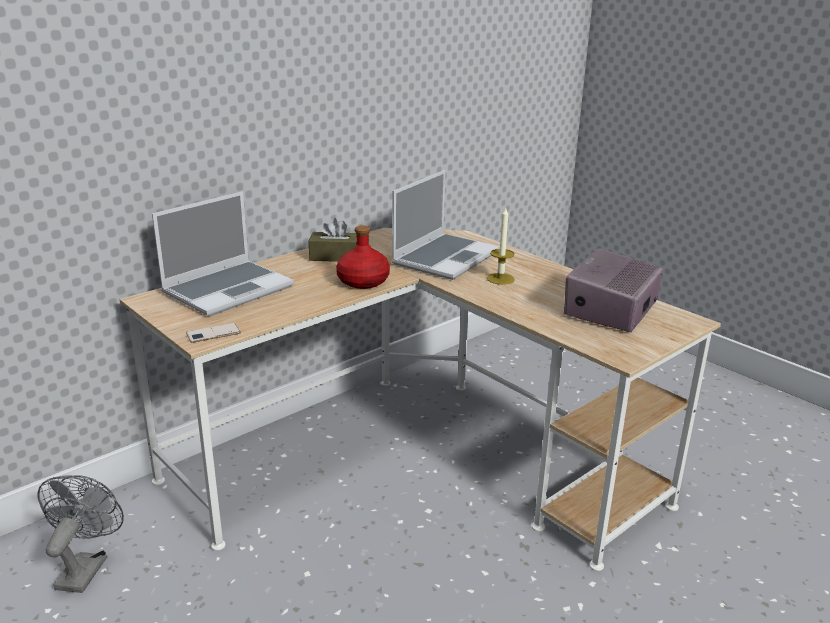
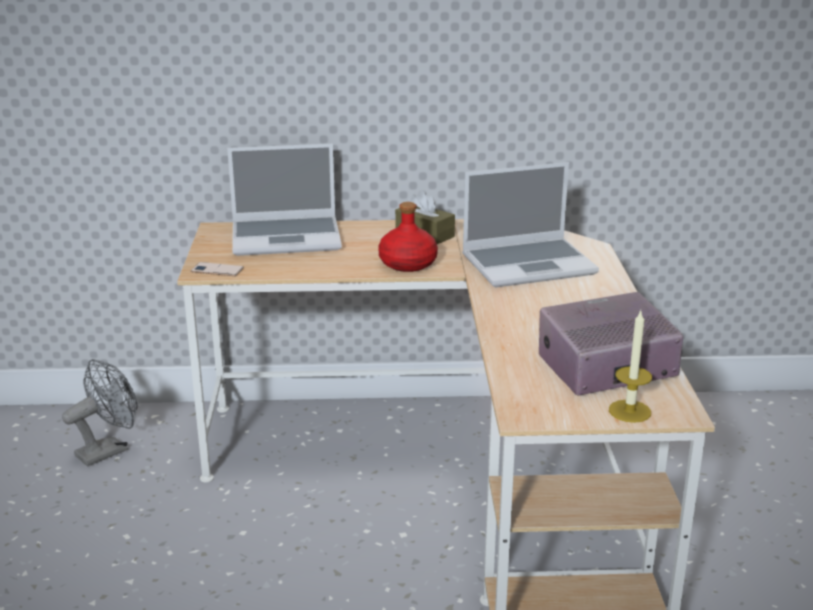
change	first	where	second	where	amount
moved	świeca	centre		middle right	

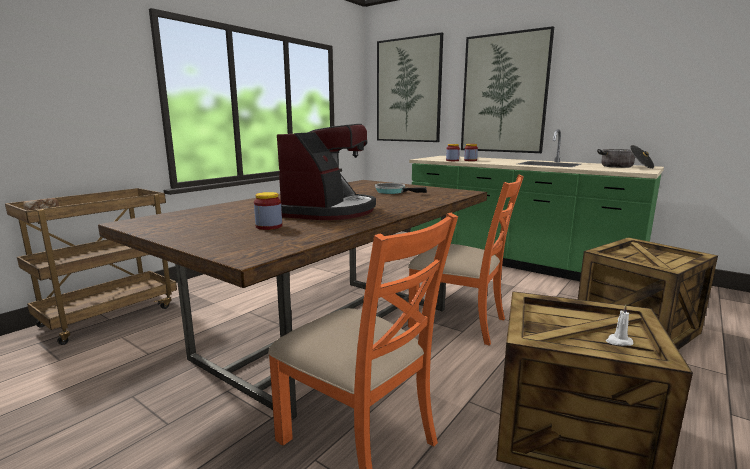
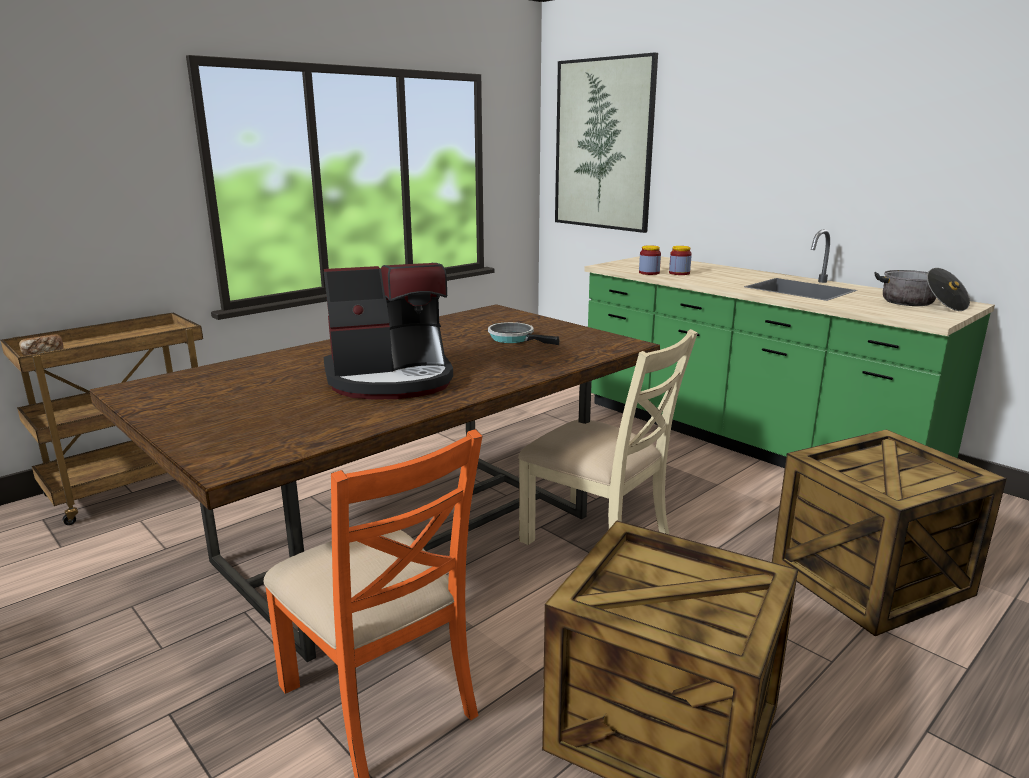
change	first	where	second	where	amount
removed	słoik (1st from left)	centre			
removed	obraz (2nd from left)	top right			
removed	świeca (biały)	bottom right			
recoloured	krzesło (pomarańczowy) (2nd from left)	centre	krzesło (beżowy)	centre	
turned	ekspres do kawy	centre		centre	45 degrees clockwise

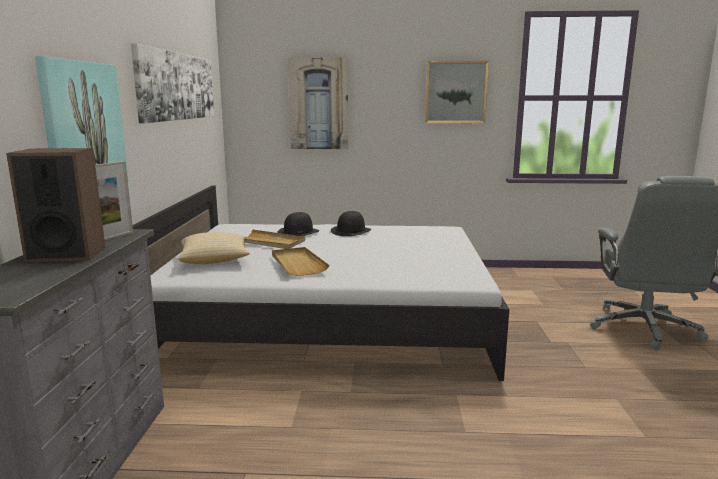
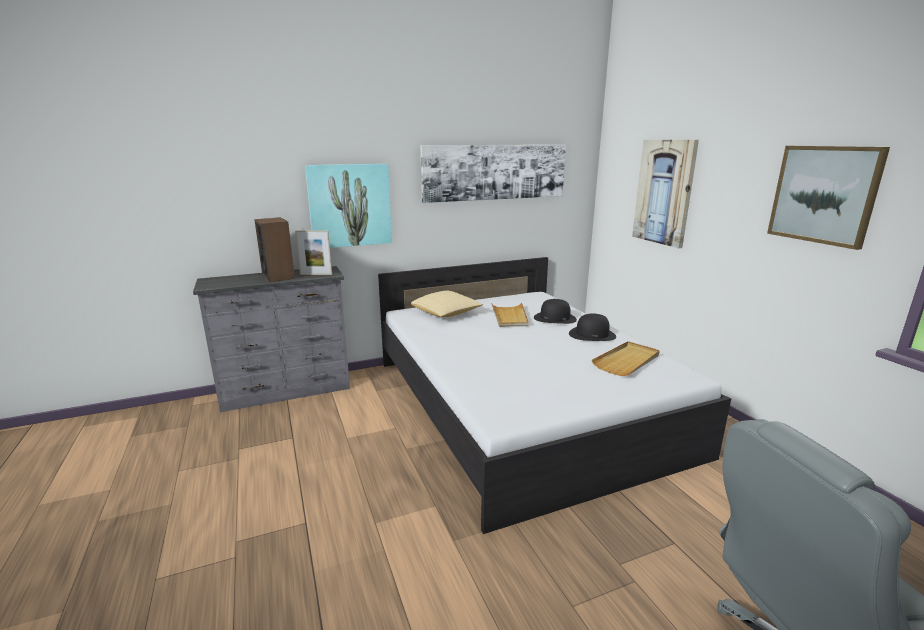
change	first	where	second	where	amount
moved	taca (beżowy) (2nd from left)	centre		middle right	

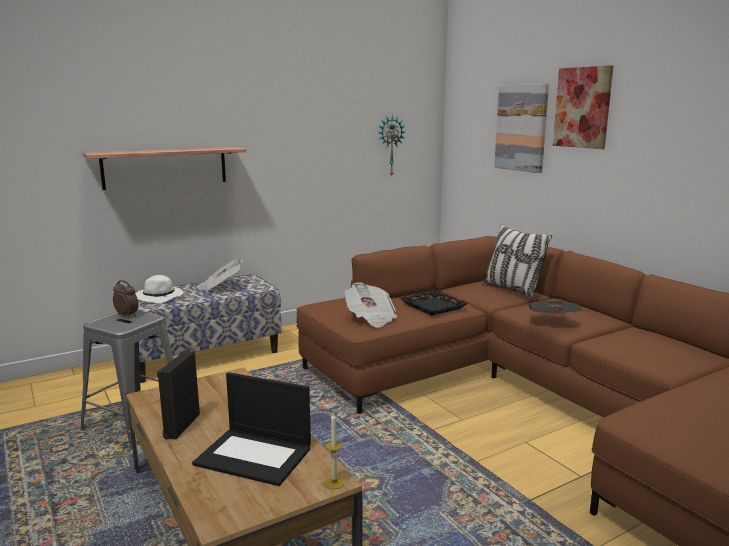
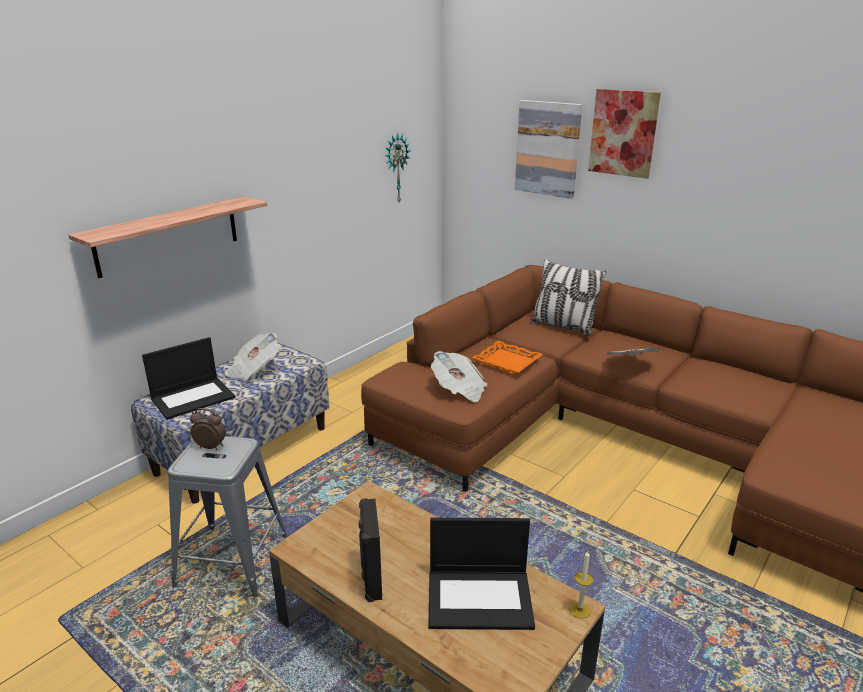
change	first	where	second	where	amount
replaced	kapelusz (biały)	middle left	laptop (1st from left)	middle left	
recoloured	taca (czarny)	centre	taca (pomarańczowy)	centre	

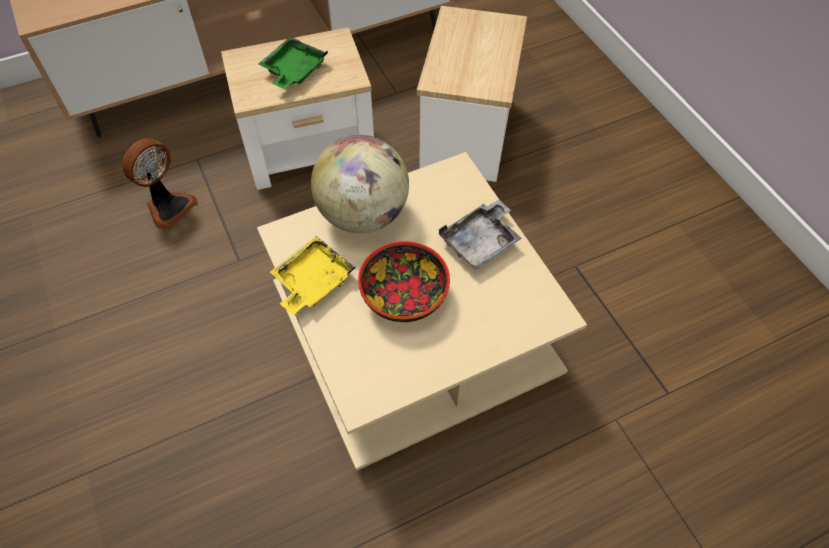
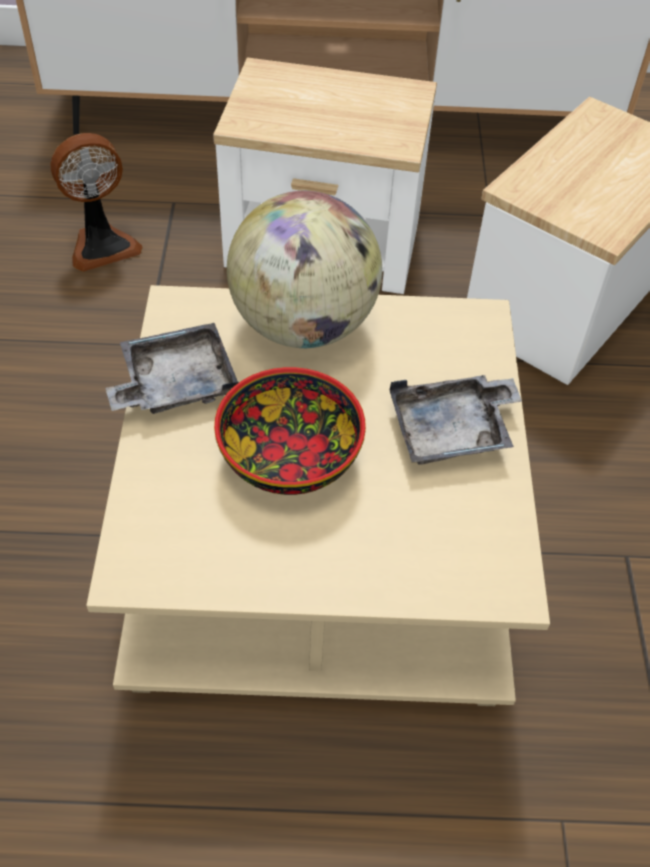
change	first	where	second	where	amount
removed	taca (zielony)	top centre			
recoloured	taca (żółty)	centre	taca (szary) (1st from left)	middle left	

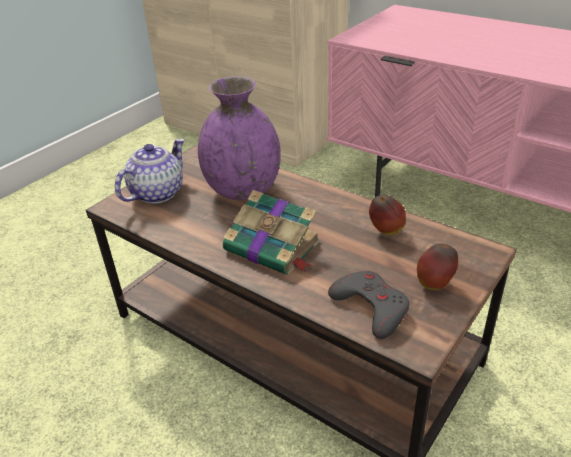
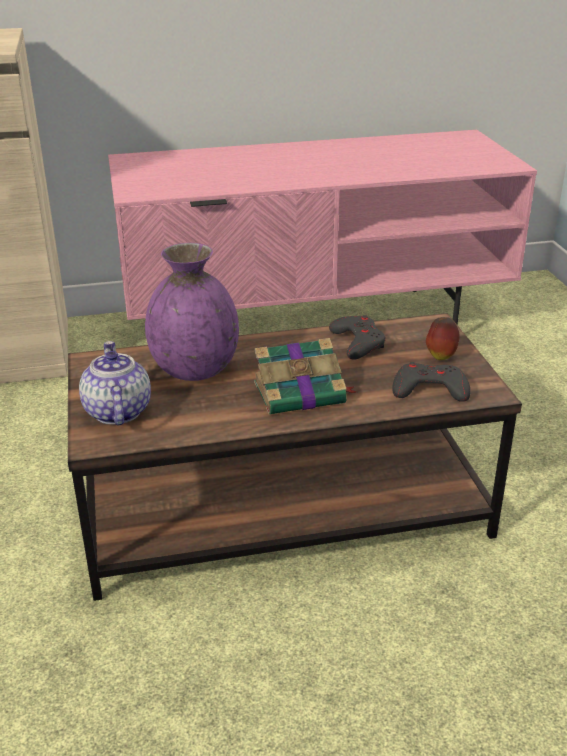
change	first	where	second	where	amount
replaced	jabłko (1st from left)	middle right	pad do gier (szary) (1st from left)	centre	

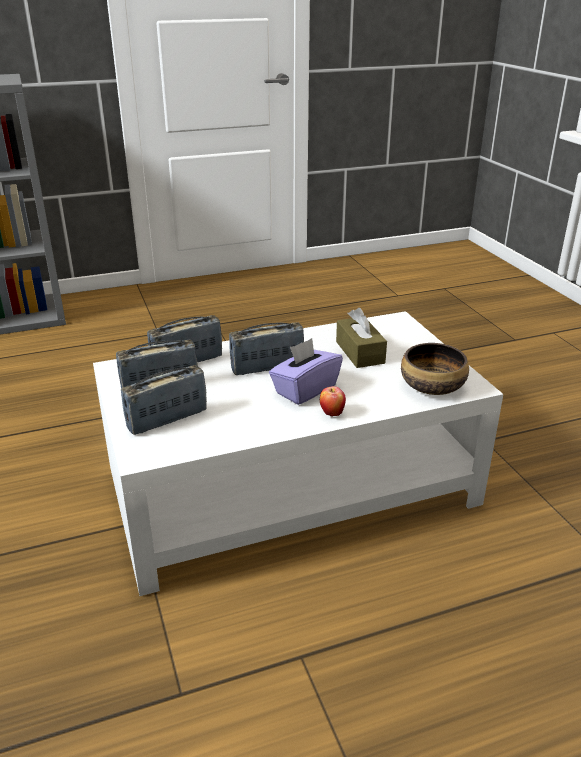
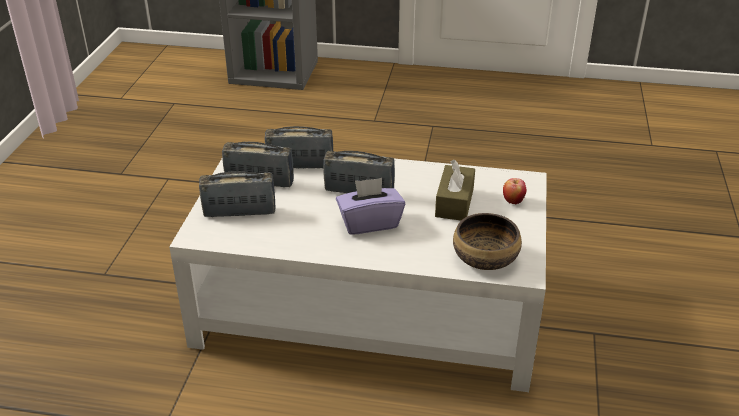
change	first	where	second	where	amount
moved	jabłko	centre		middle right	

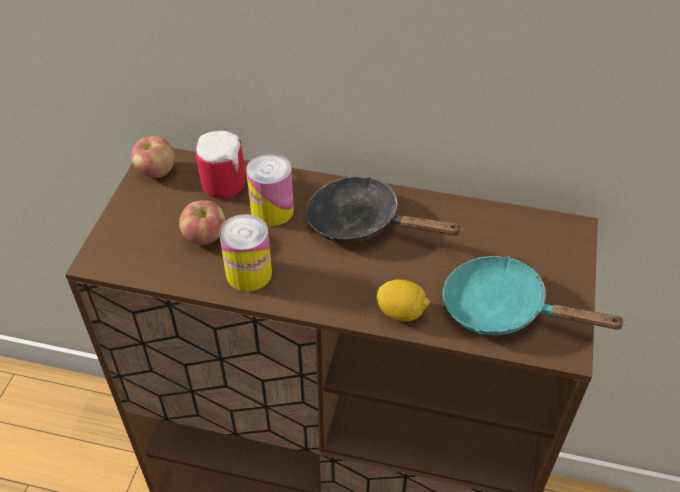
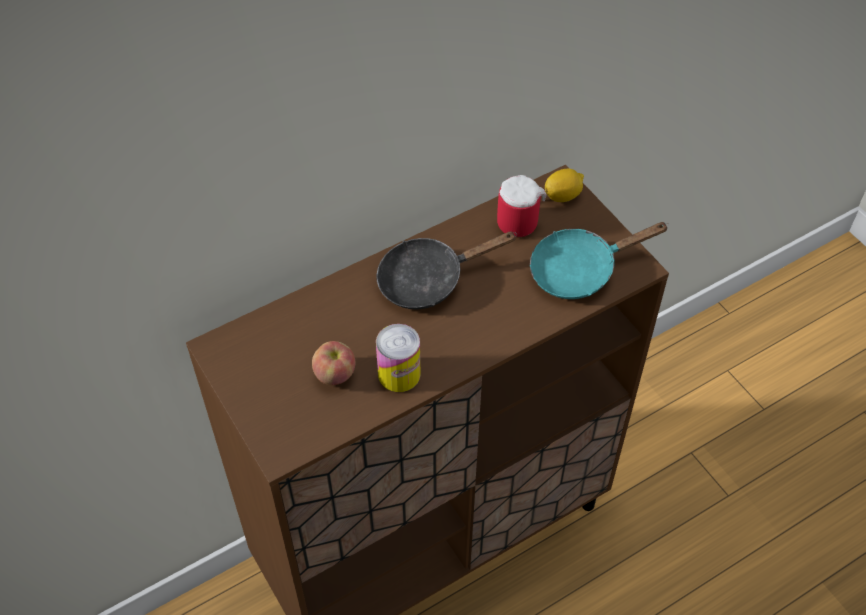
change	first	where	second	where	amount
removed	jabłko (1st from left)	top left			
removed	puszka (2nd from left)	centre			
moved	kubek	middle left		centre	
moved	cytryna	centre		top centre	

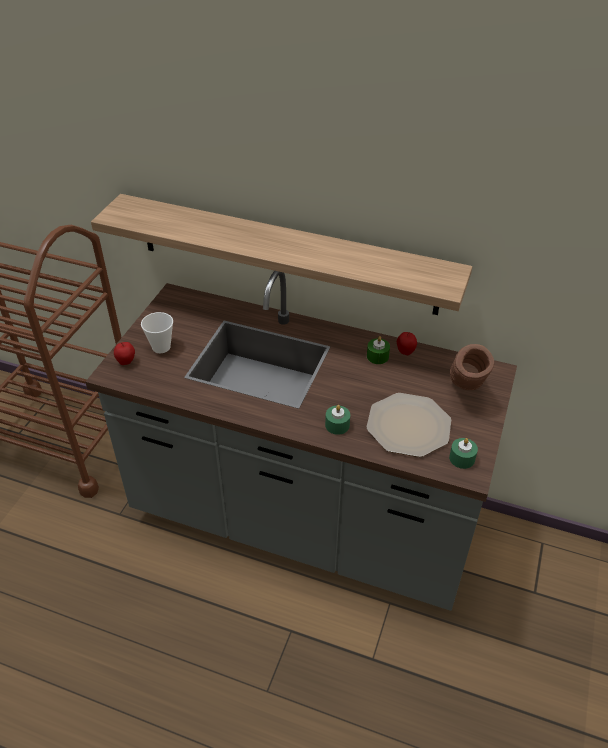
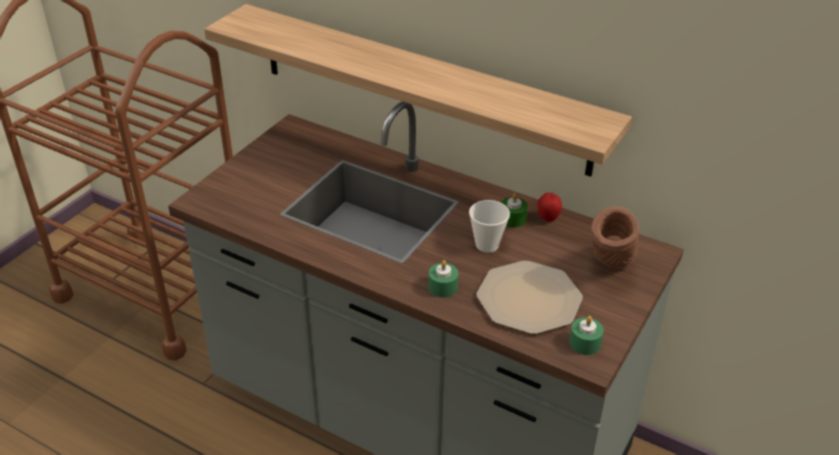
change	first	where	second	where	amount
removed	jabłko (1st from left)	middle left			
moved	filiżanka	middle left		centre	

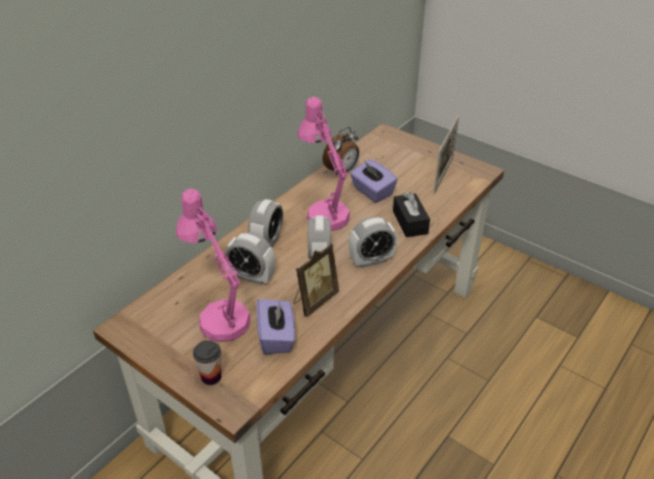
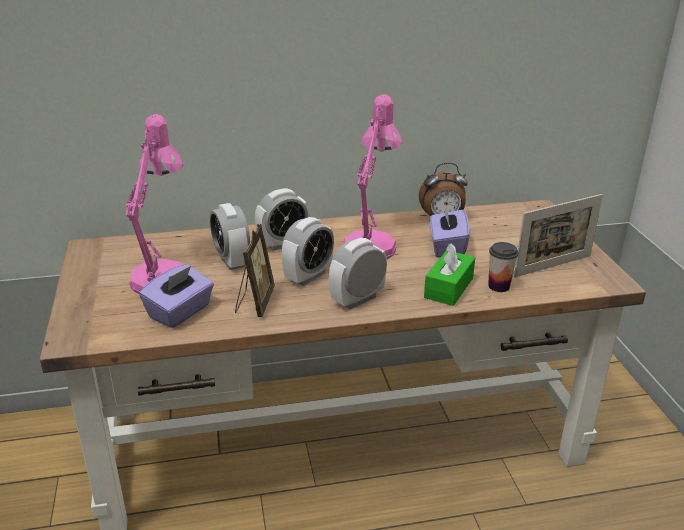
change	first	where	second	where	amount
moved	filiżanka	bottom left		middle right	
recoloured	pudełko chusteczek (czarny)	centre	pudełko chusteczek (zielony)	centre	
turned	ramka na zdjęcie (1st from left)	centre		centre	75 degrees counterclockwise
turned	budzik (5th from left in the first image)	centre	budzik (4th from left)	centre	120 degrees clockwise

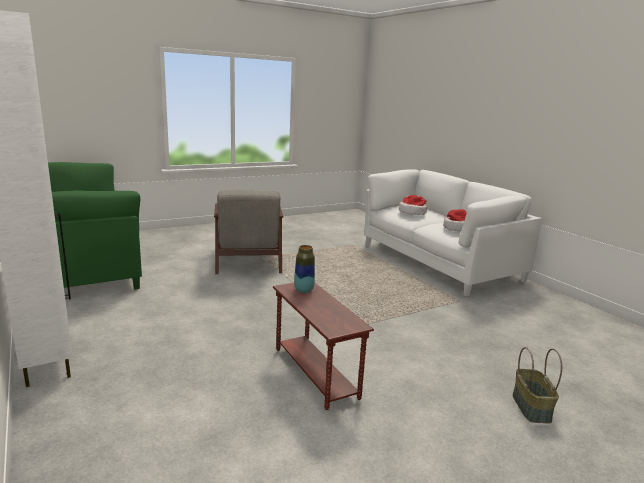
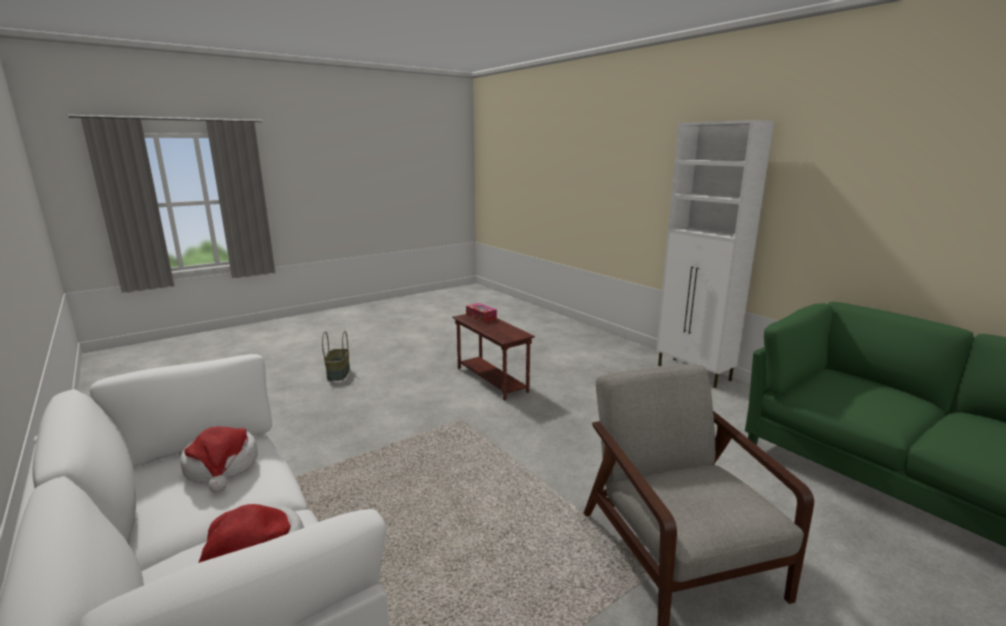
change	first	where	second	where	amount
removed	wazon	centre			
added			pudełko chusteczek	centre	

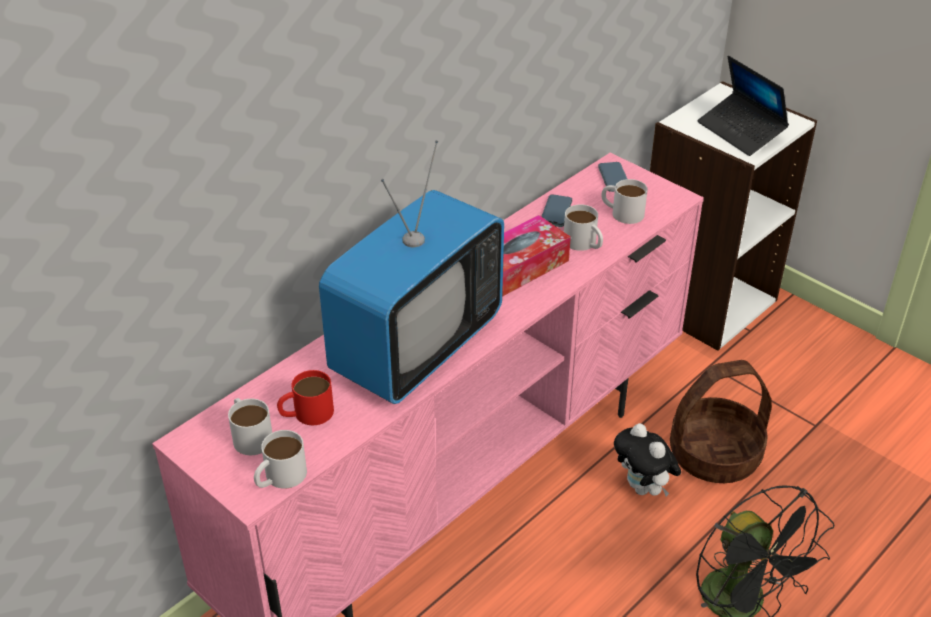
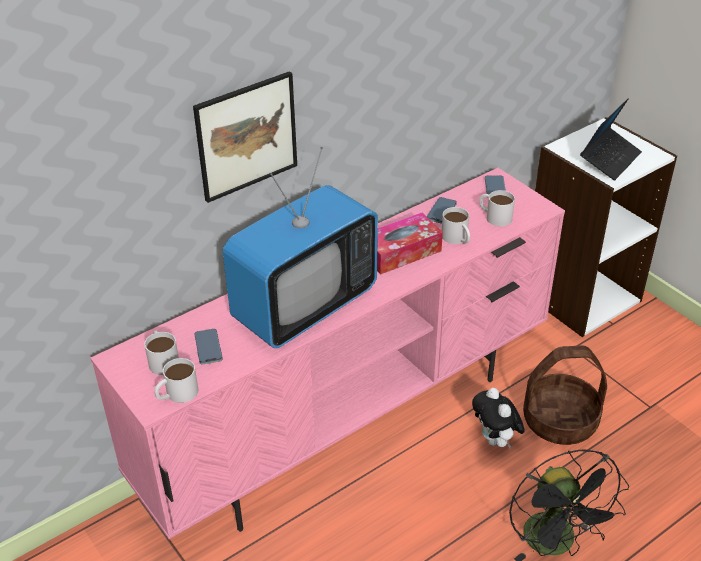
change	first	where	second	where	amount
added			obraz	top centre	
replaced	kubek (czerwony)	middle left	telefon (1st from left)	middle left	
turned	laptop	top right		top right	120 degrees counterclockwise

